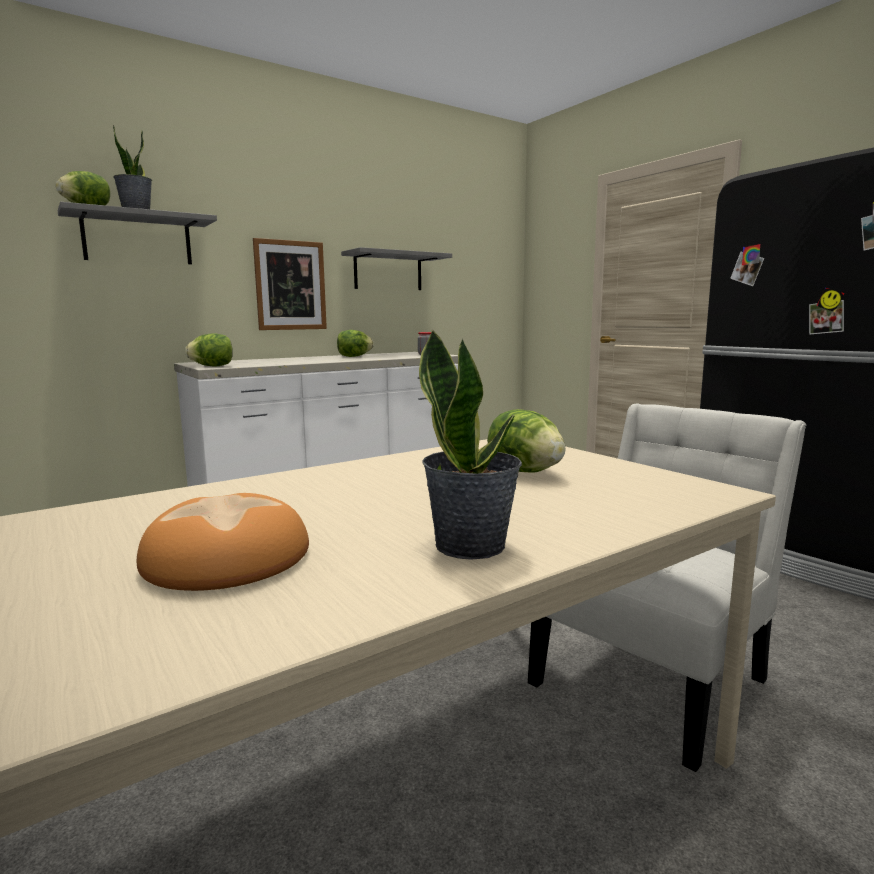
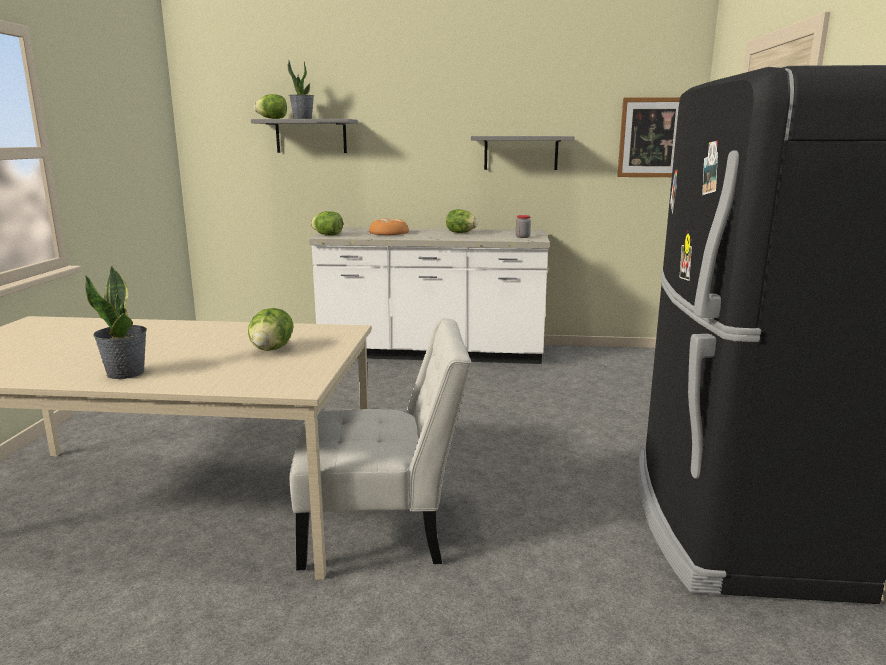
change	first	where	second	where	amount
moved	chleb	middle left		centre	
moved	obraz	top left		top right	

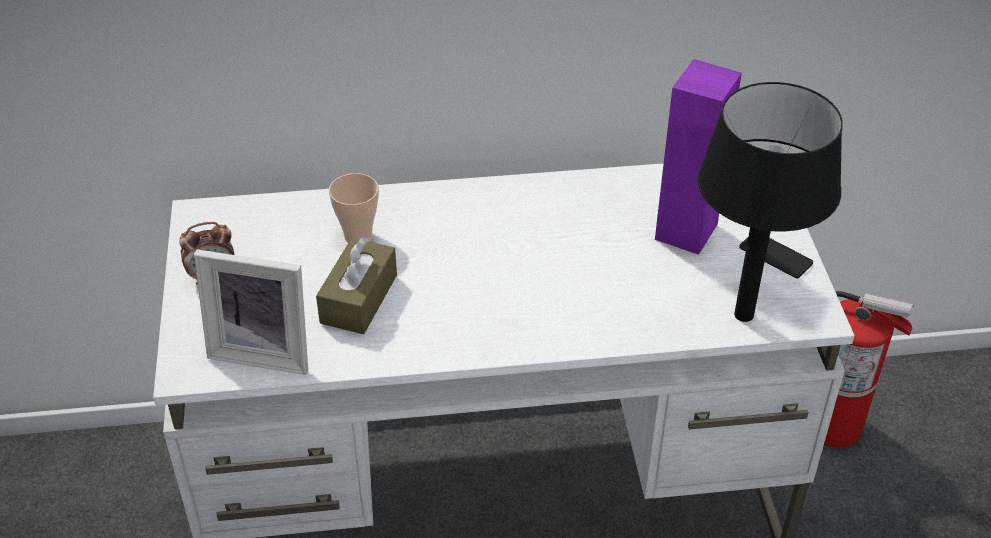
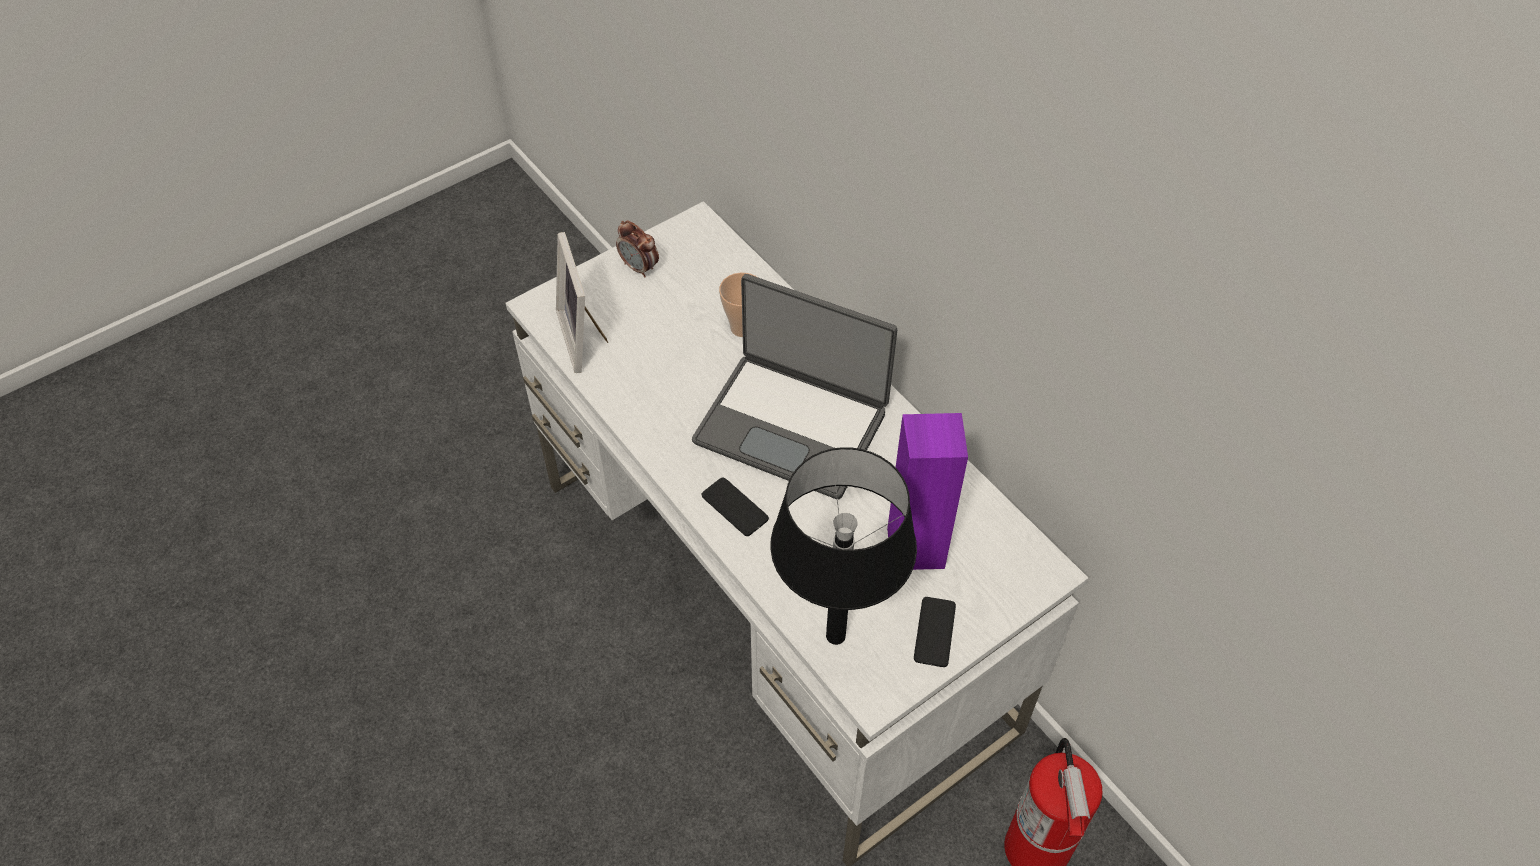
change	first	where	second	where	amount
removed	pudełko chusteczek (brązowy)	centre			
added			laptop	centre	
added			telefon (1st from left)	centre	

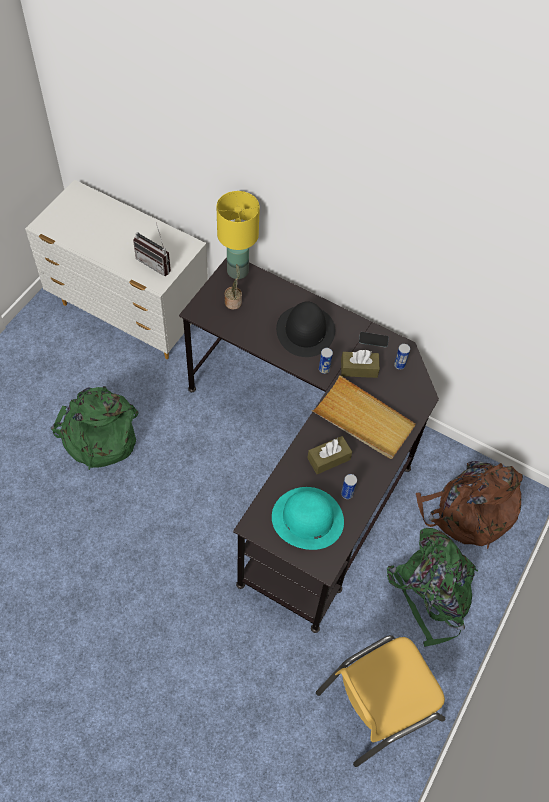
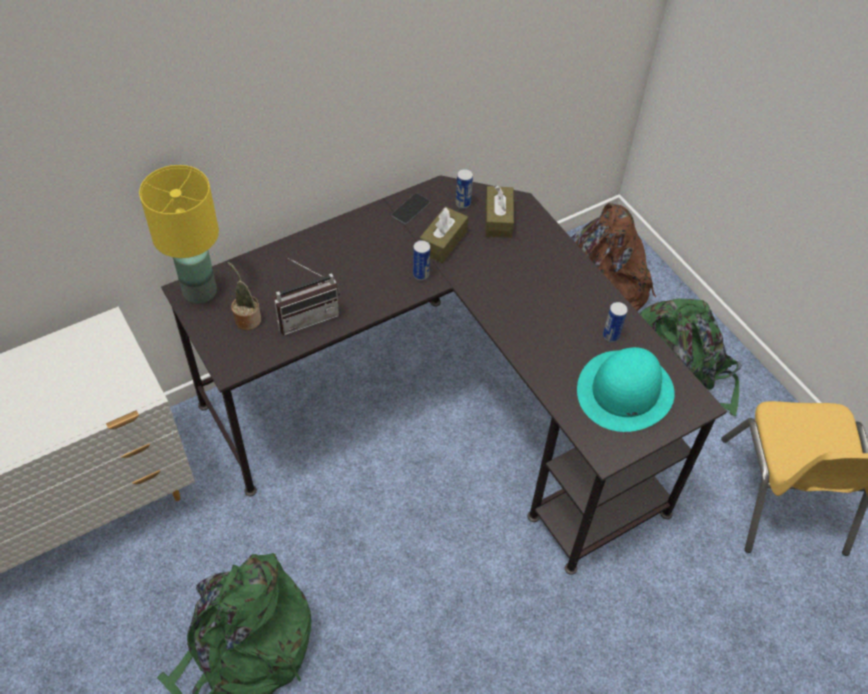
change	first	where	second	where	amount
removed	kapelusz (czarny)	centre			
removed	taca (beżowy)	centre			
moved	radio	top left		centre	
moved	pudełko chusteczek (brązowy) (1st from left in the first image)	centre	pudełko chusteczek (brązowy) (2nd from left)	top centre	

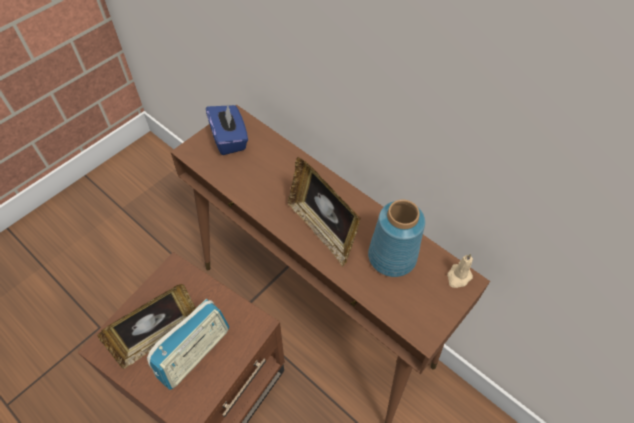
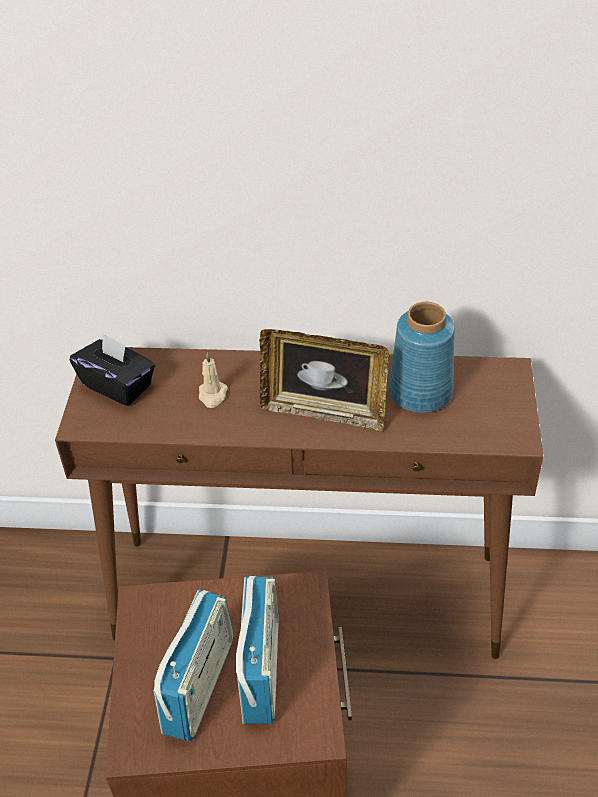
change	first	where	second	where	amount
moved	świeca (beżowy)	middle right		centre	
replaced	ramka na zdjęcie (1st from left)	bottom left	radio (1st from left)	bottom left	
recoloured	pudełko chusteczek (niebieski)	top centre	pudełko chusteczek (czarny)	middle left	

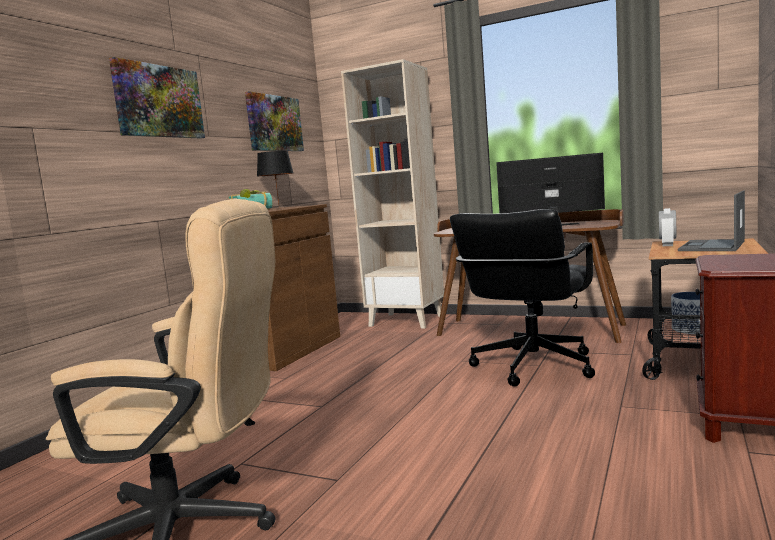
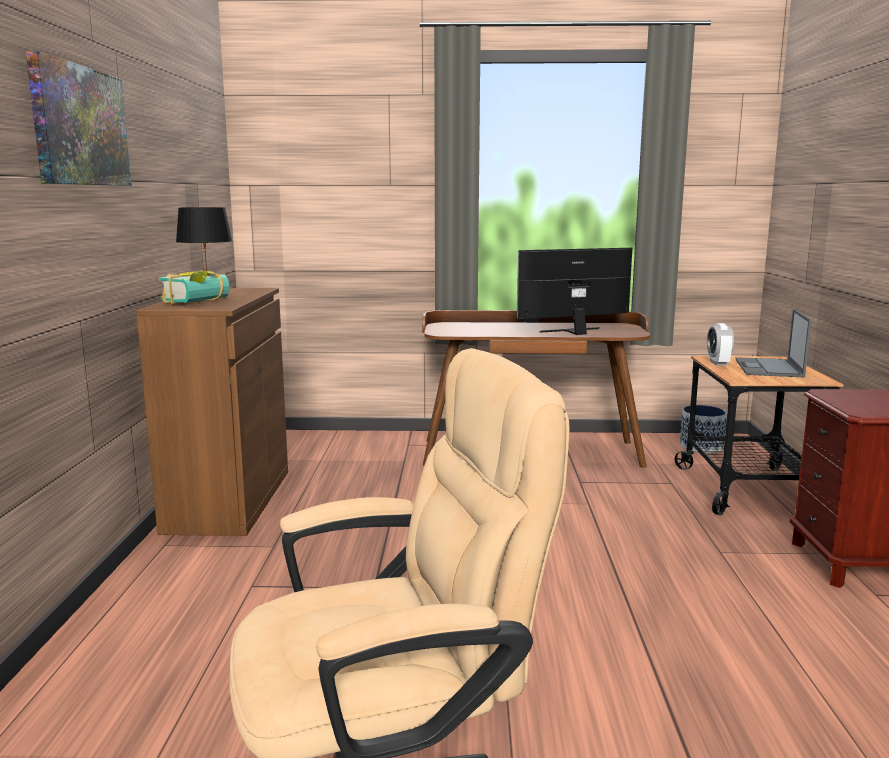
change	first	where	second	where	amount
removed	obraz (2nd from left)	top centre			
removed	regał (beżowy)	centre			
removed	krzesło biurowe (czarny)	middle right			

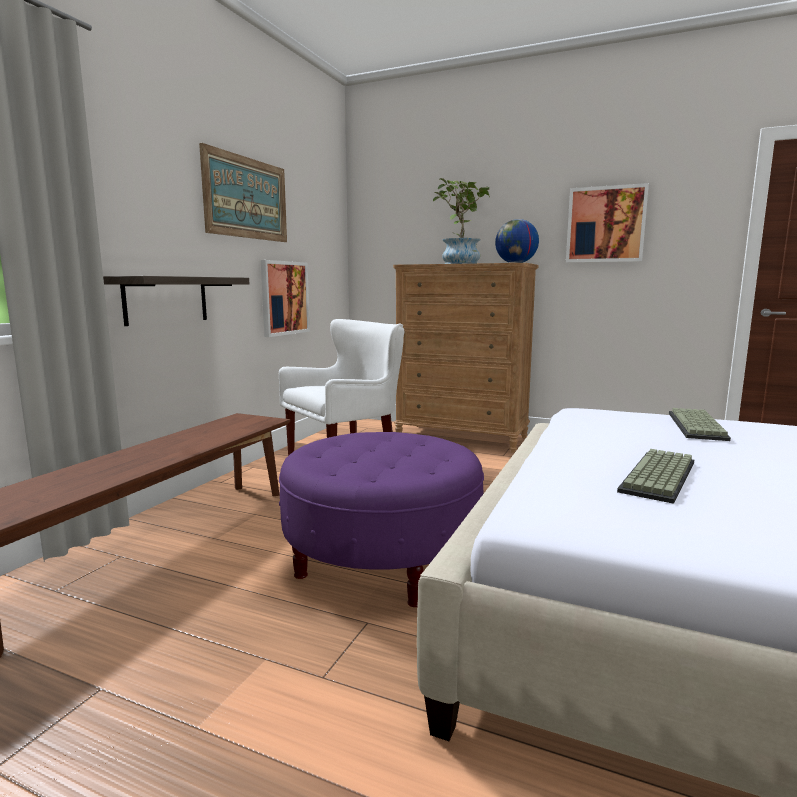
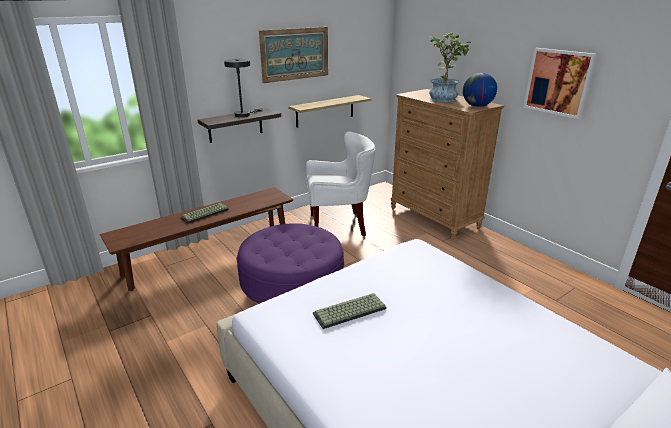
change	first	where	second	where	amount
added			lampa stołowa (szary)	top centre	
moved	klawiatura (2nd from left in the first image)	middle right	klawiatura (1st from left)	middle left	
replaced	obraz (2nd from left)	centre	półka (2nd from left)	top centre	

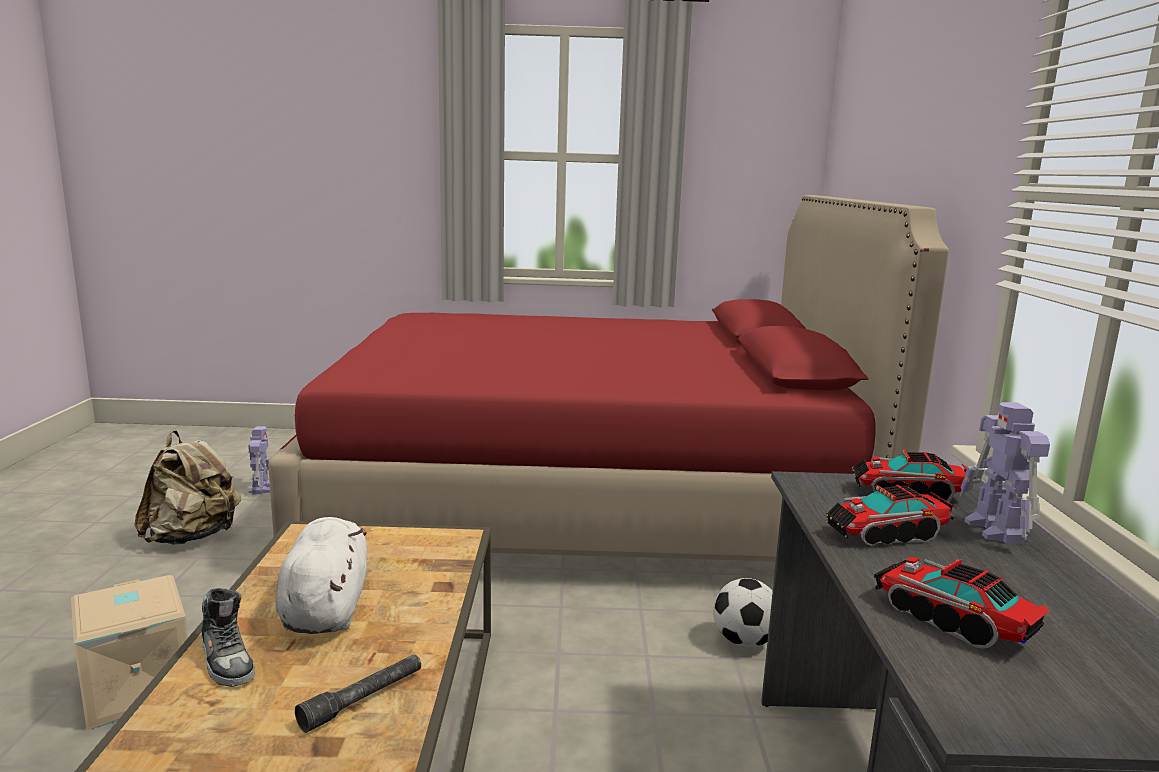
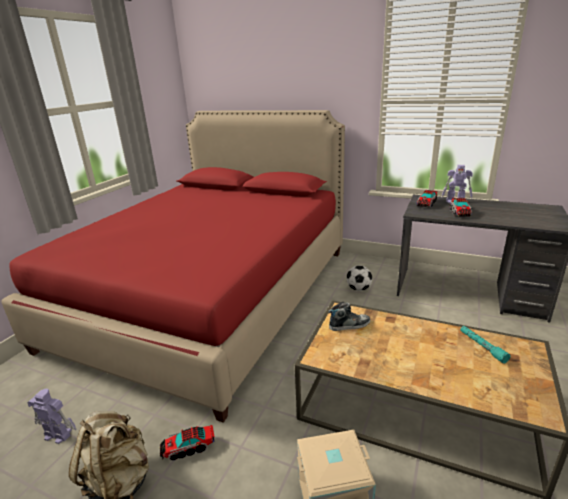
change	first	where	second	where	amount
removed	pluszak (biały)	bottom left			
moved	but	bottom left		centre	
moved	ciężarówka zabawkowa (3rd from left in the first image)	bottom right	ciężarówka zabawkowa (1st from left)	bottom left	
recoloured	latarka (szary)	bottom left	latarka (turkusowy)	bottom right	

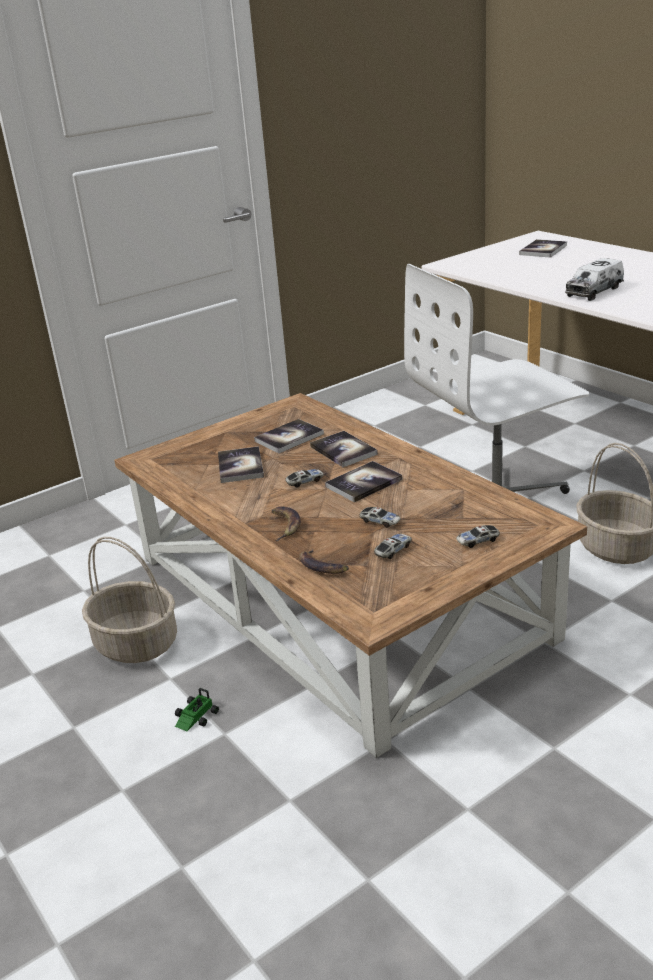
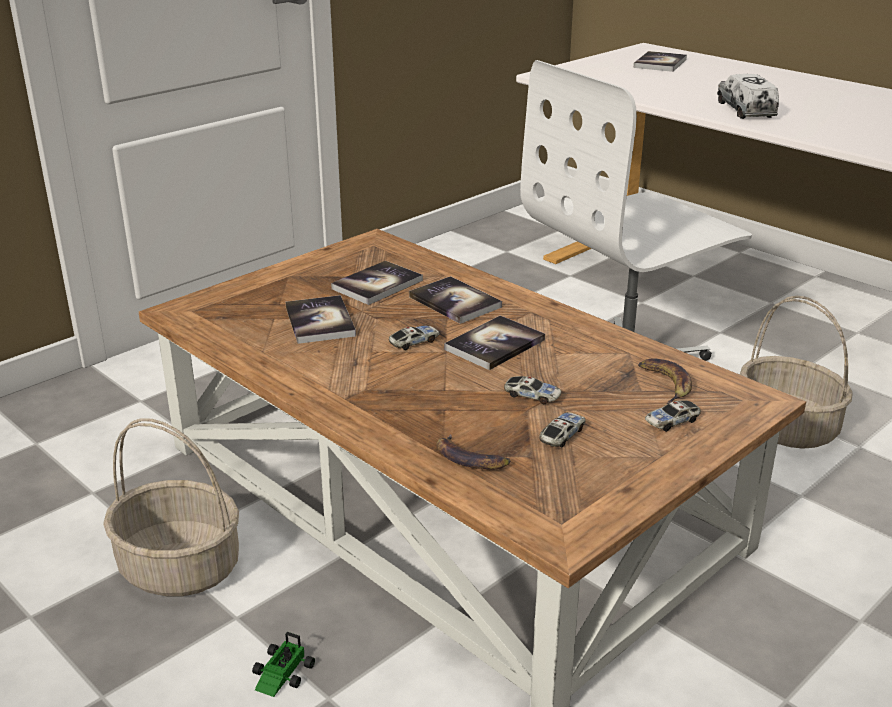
change	first	where	second	where	amount
moved	banan (1st from left in the first image)	centre	banan (2nd from left)	middle right	
turned	ciężarówka zabawkowa	top right		top right	135 degrees clockwise

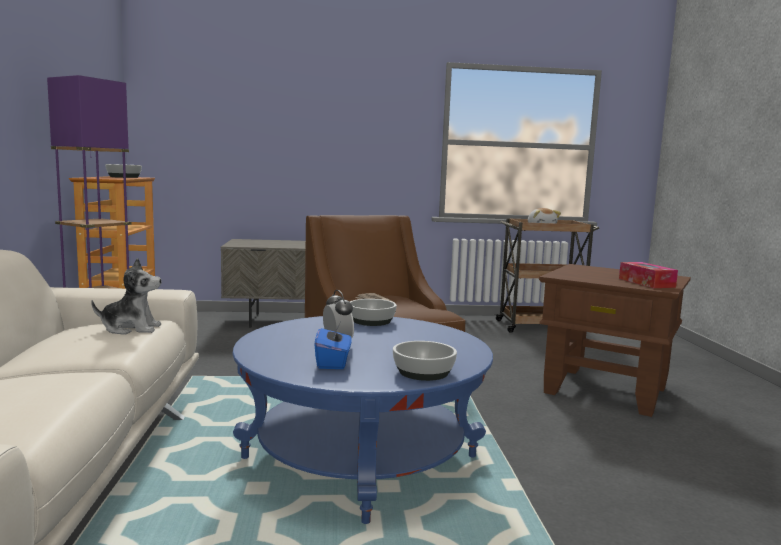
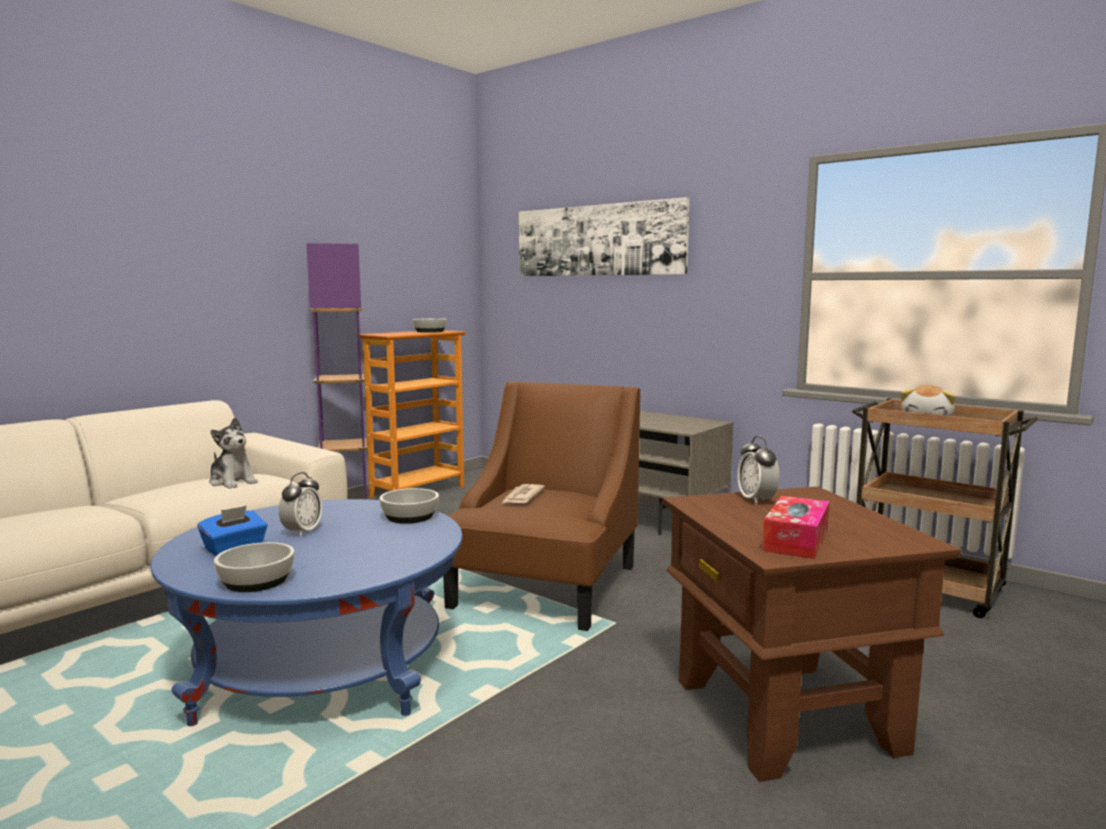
change	first	where	second	where	amount
added			obraz	top centre	
added			budzik (2nd from left)	middle right	

